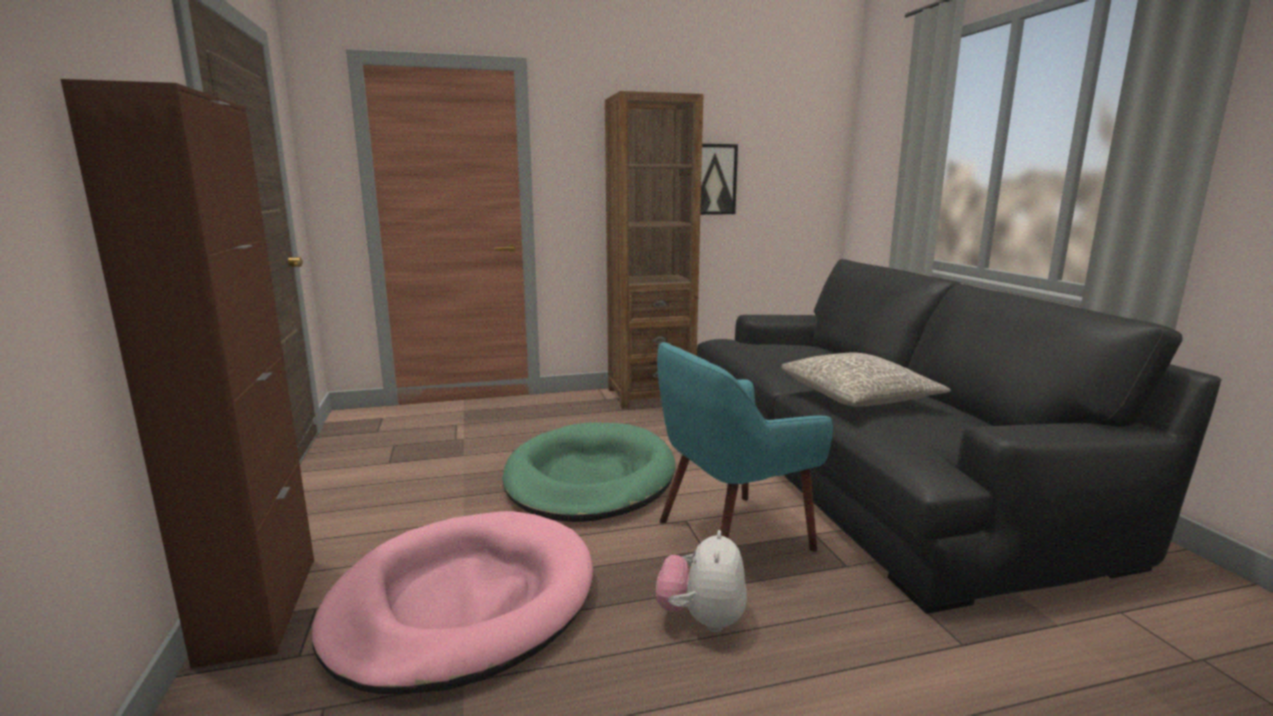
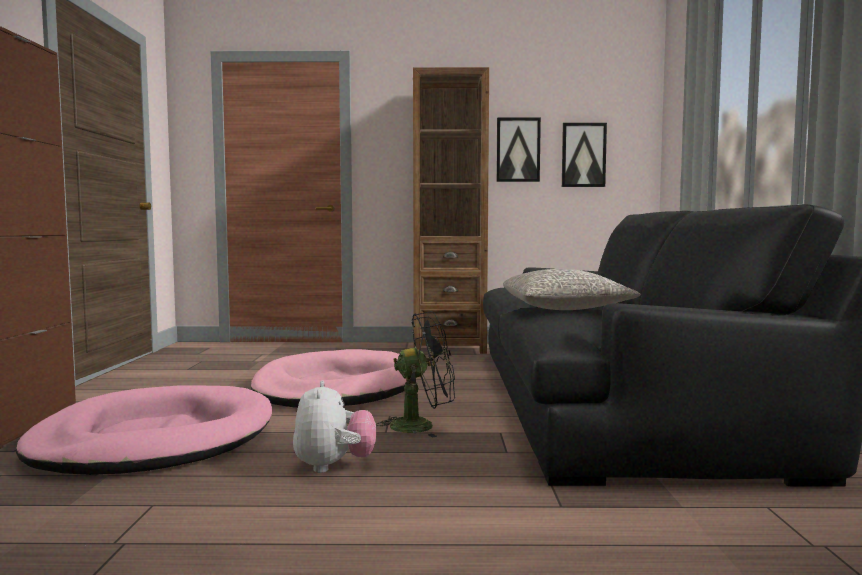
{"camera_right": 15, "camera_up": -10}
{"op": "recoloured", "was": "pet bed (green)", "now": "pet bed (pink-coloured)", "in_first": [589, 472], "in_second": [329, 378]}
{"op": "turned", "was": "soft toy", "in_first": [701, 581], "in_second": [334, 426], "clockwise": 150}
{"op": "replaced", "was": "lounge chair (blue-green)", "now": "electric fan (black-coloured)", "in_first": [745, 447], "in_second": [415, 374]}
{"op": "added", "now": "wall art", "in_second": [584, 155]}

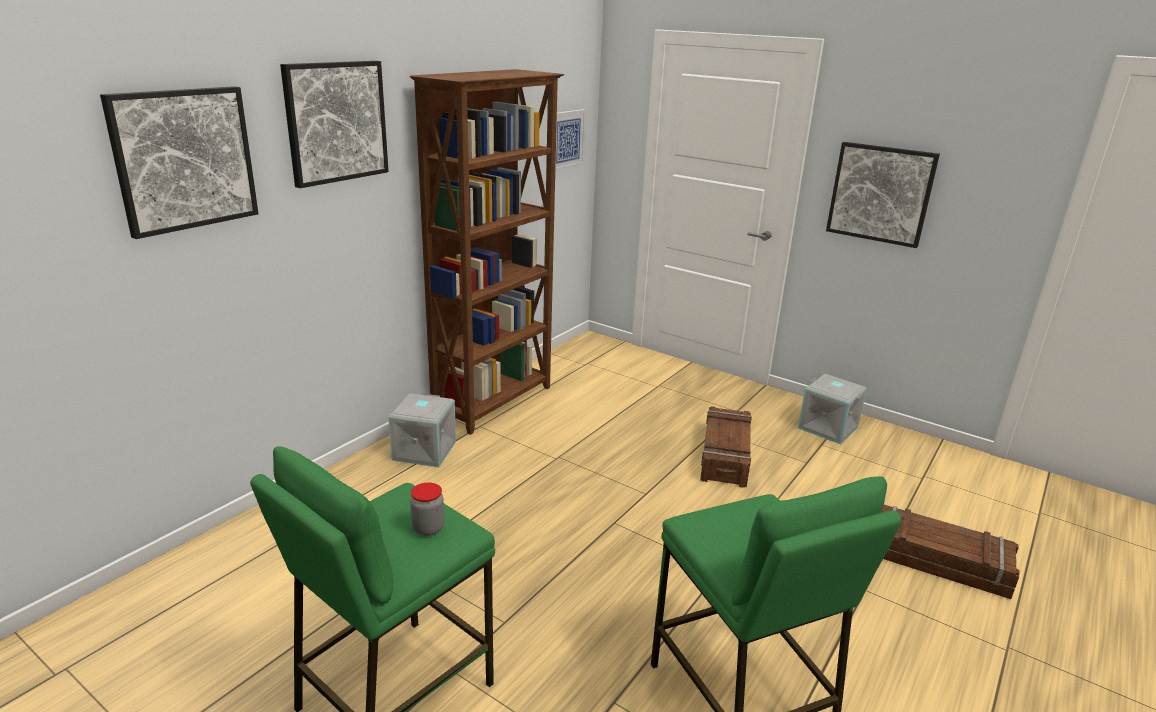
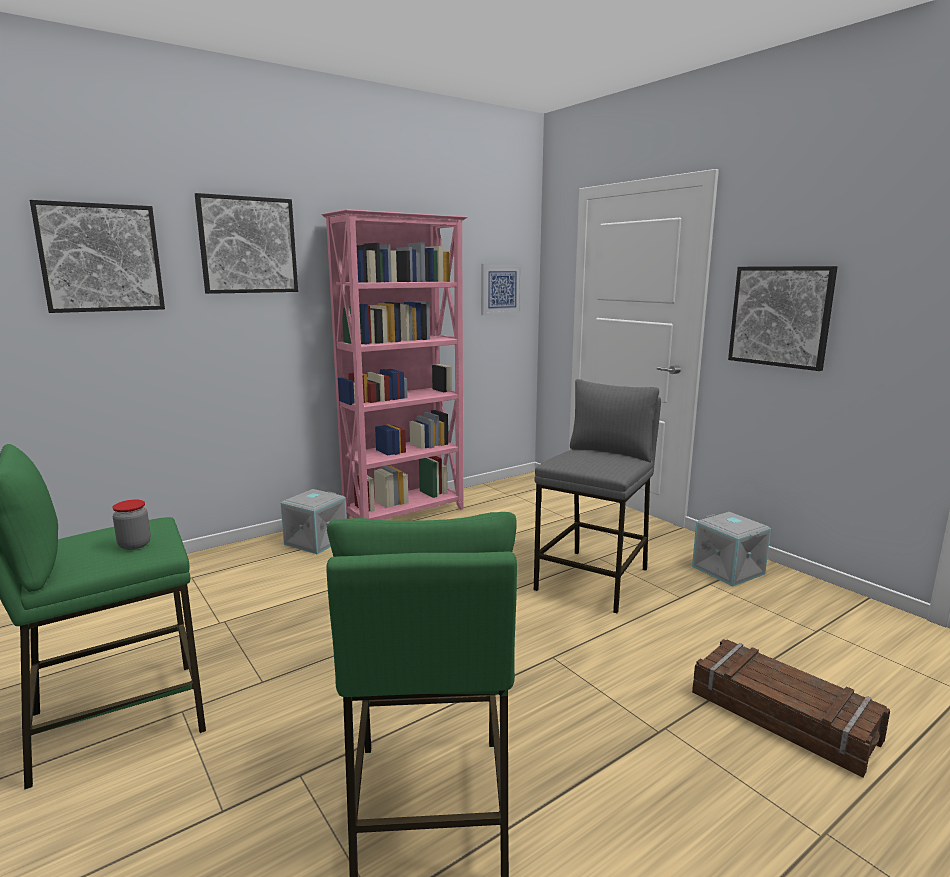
{"camera_right": 20, "camera_up": -10}
{"op": "recoloured", "was": "bookcase (brown)", "now": "bookcase (pink-coloured)", "in_first": [487, 252], "in_second": [394, 364]}
{"op": "replaced", "was": "packing crate", "now": "stool seat (gray)", "in_first": [726, 447], "in_second": [597, 496]}

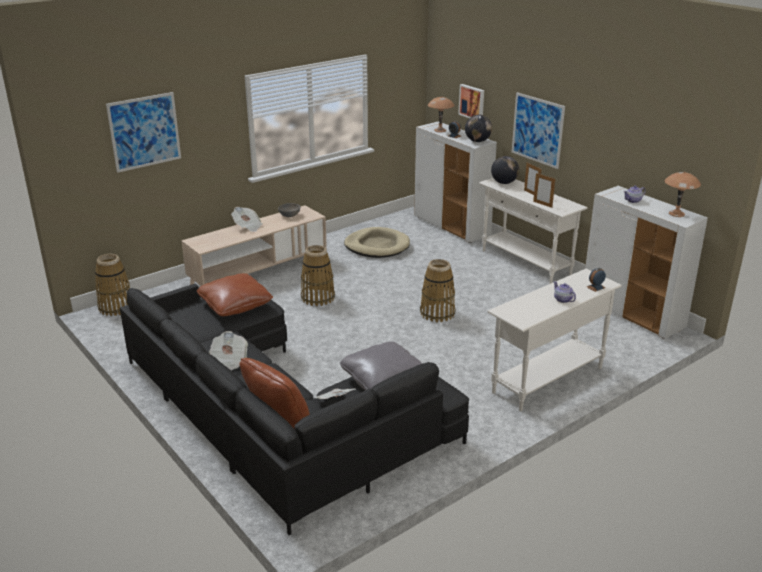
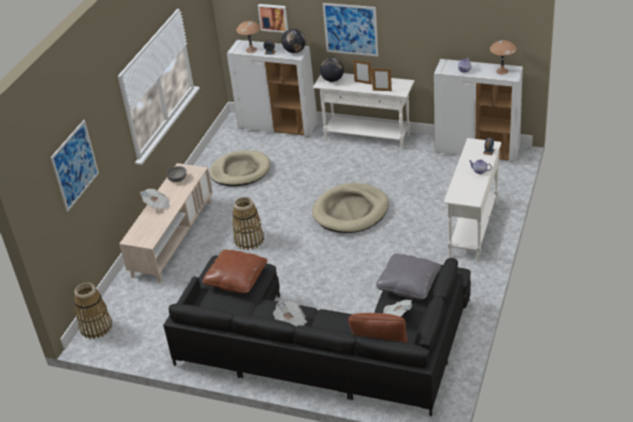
{"camera_right": -30, "camera_up": 10}
{"op": "replaced", "was": "storage basket", "now": "pet bed (beige-coloured)", "in_first": [438, 290], "in_second": [350, 208]}

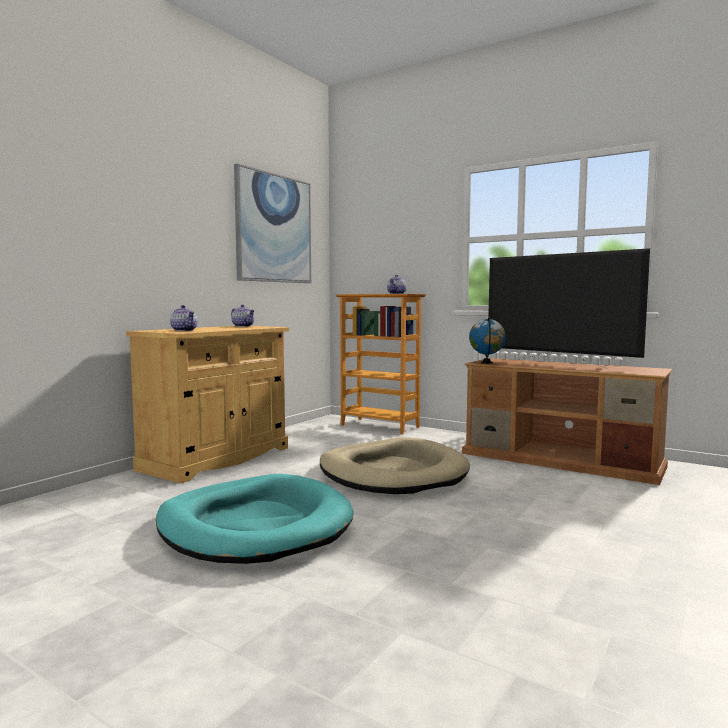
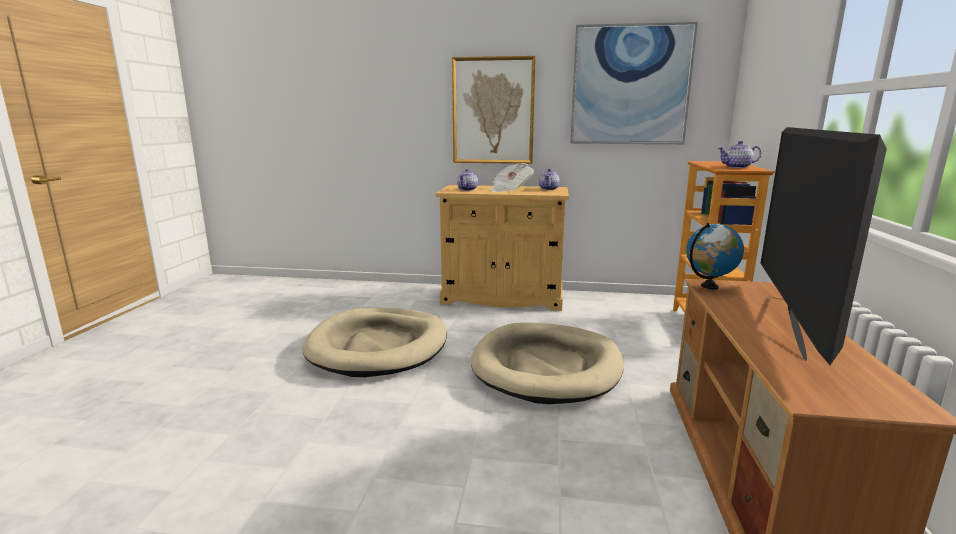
{"camera_right": 65, "camera_up": 10}
{"op": "recoloured", "was": "pet bed (blue-green)", "now": "pet bed (beige-coloured)", "in_first": [255, 519], "in_second": [374, 342]}
{"op": "added", "now": "wall art", "in_second": [494, 110]}
{"op": "added", "now": "printed paper", "in_second": [512, 177]}

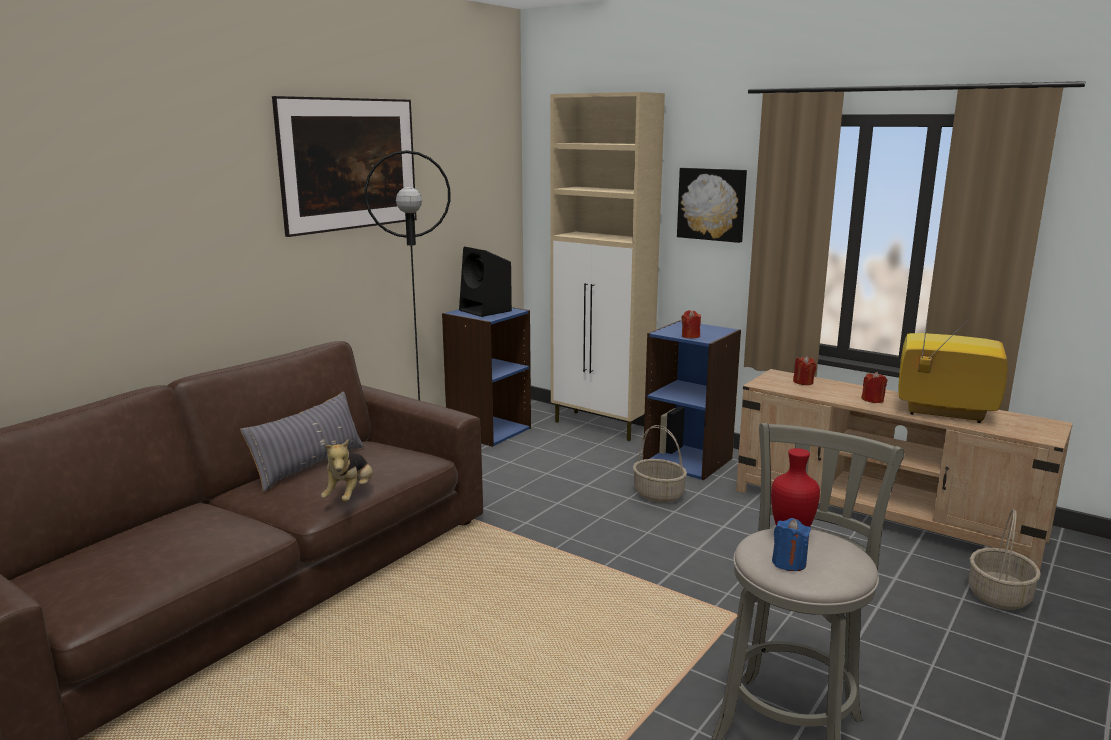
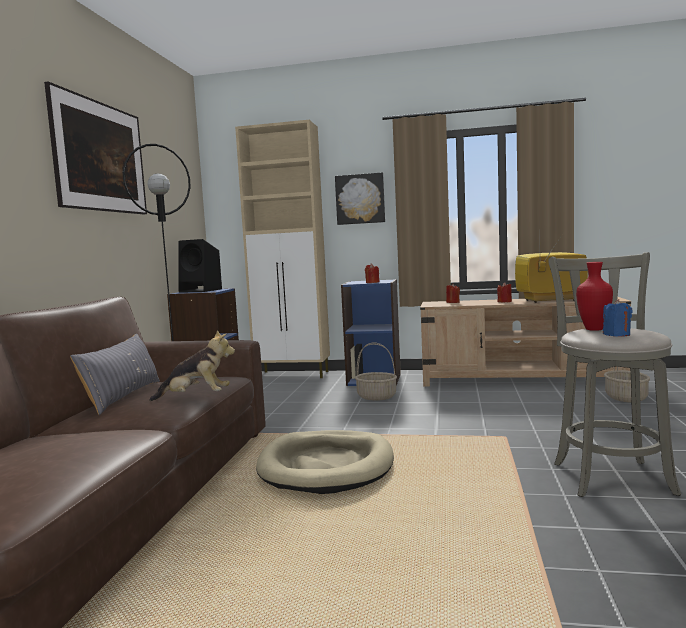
{"camera_right": -25, "camera_up": -10}
{"op": "turned", "was": "soft toy", "in_first": [347, 470], "in_second": [192, 365], "clockwise": -75}
{"op": "added", "now": "pet bed (beige-coloured)", "in_second": [325, 462]}

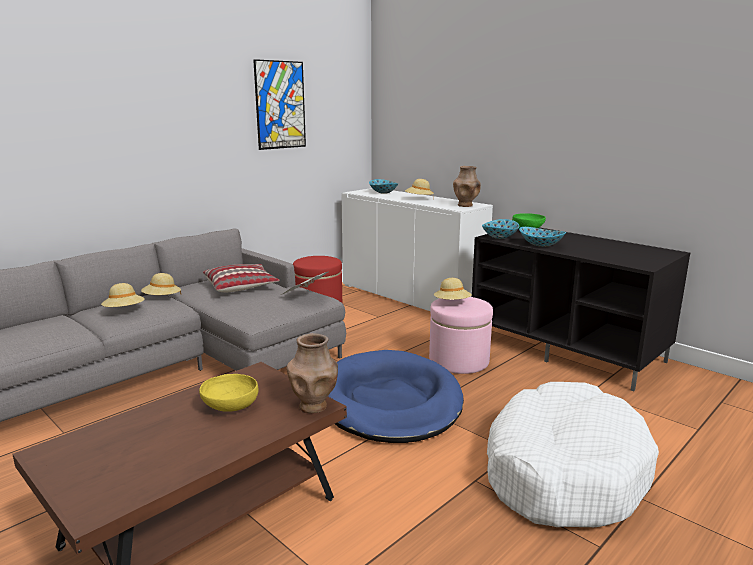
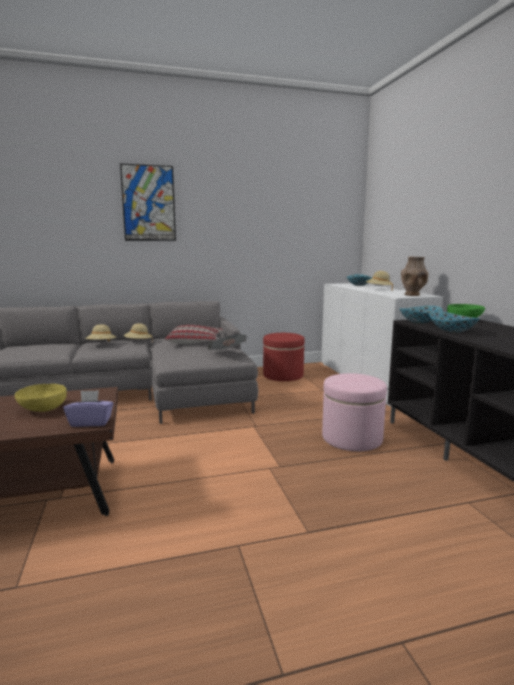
{"camera_right": 30, "camera_up": -5}
{"op": "replaced", "was": "decorative vase (brown)", "now": "box of tissues (purplish)", "in_first": [312, 373], "in_second": [88, 408]}
{"op": "moved", "was": "wall art", "in_first": [279, 104], "in_second": [148, 202]}
{"op": "removed", "was": "pet bed (blue-coloured)", "in_first": [396, 396]}
{"op": "removed", "was": "hat (beige-coloured)", "in_first": [453, 289]}
{"op": "removed", "was": "pet bed (whitish)", "in_first": [573, 454]}

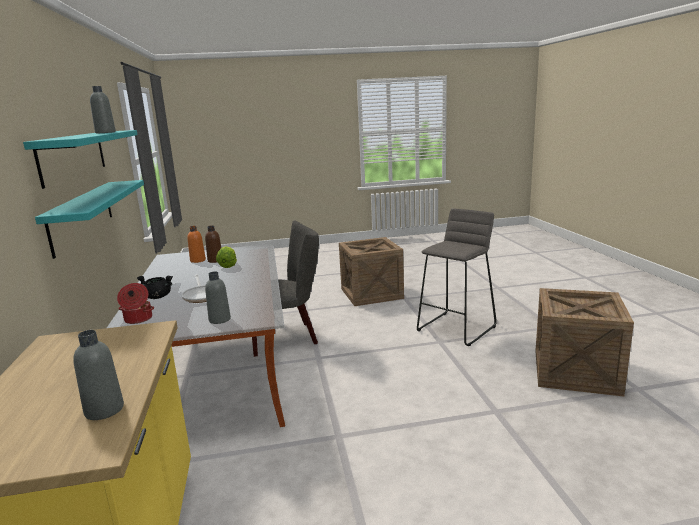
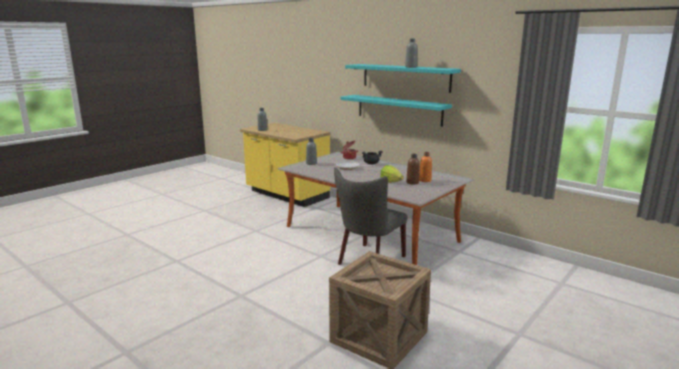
{"camera_right": 140, "camera_up": 0}
{"op": "removed", "was": "stool seat (gray)", "in_first": [457, 277]}
{"op": "removed", "was": "packing crate", "in_first": [584, 342]}

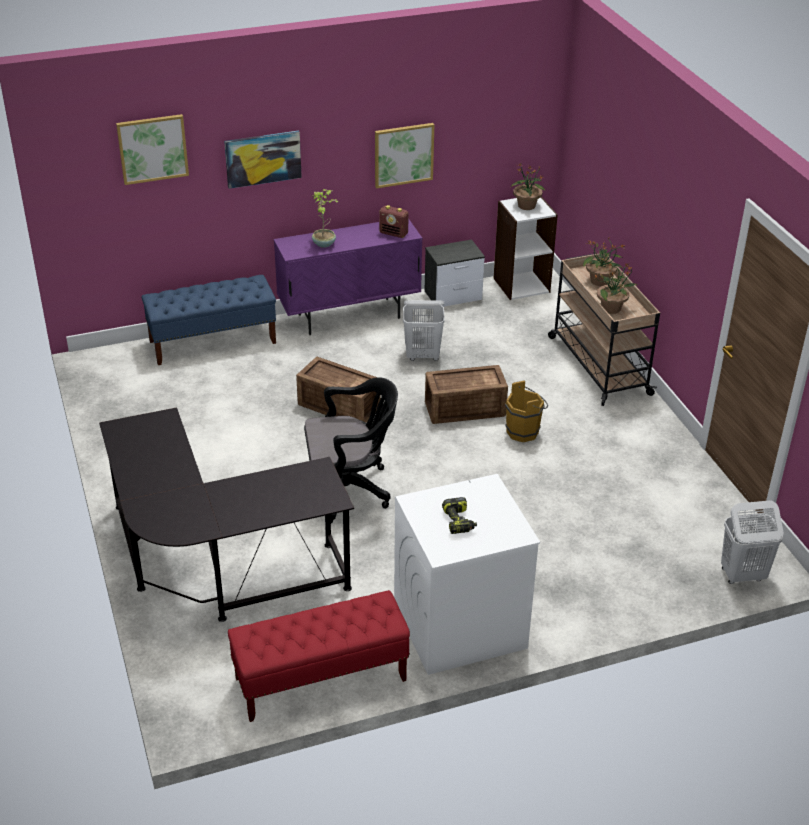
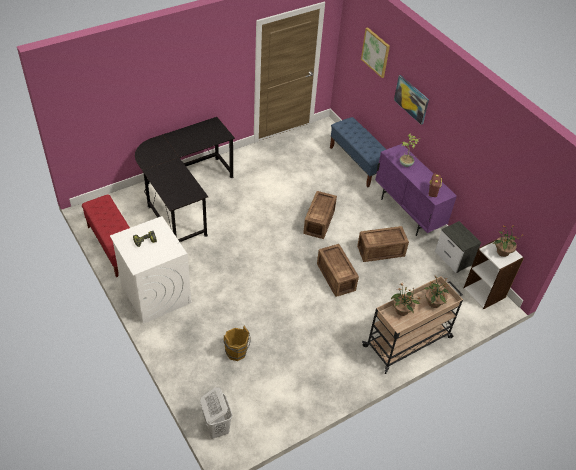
{"camera_right": 75, "camera_up": 10}
{"op": "moved", "was": "bucket (brown)", "in_first": [526, 411], "in_second": [237, 343]}
{"op": "replaced", "was": "hamper (whitish)", "now": "packing crate", "in_first": [424, 330], "in_second": [383, 244]}
{"op": "removed", "was": "computer chair (black-coloured)", "in_first": [351, 450]}
{"op": "removed", "was": "wall art", "in_first": [404, 155]}

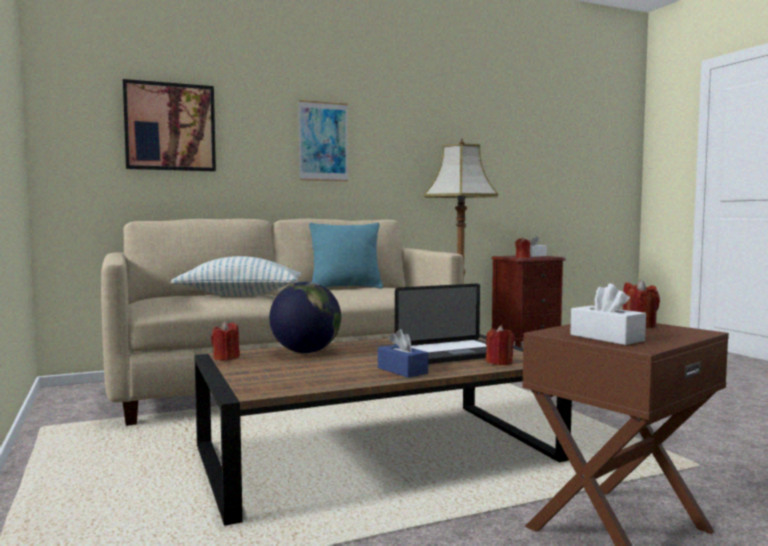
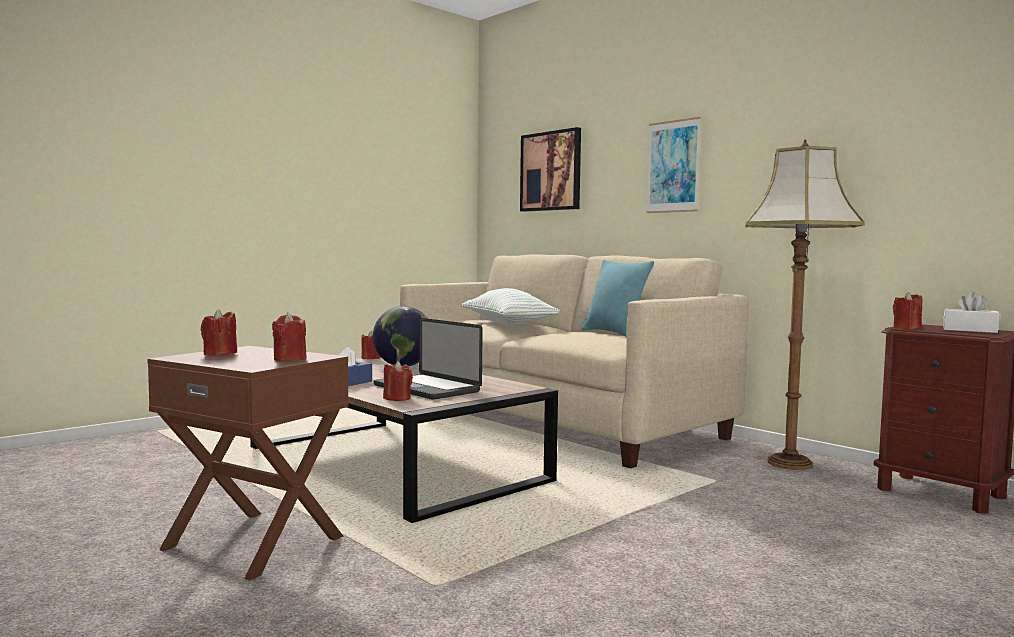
{"camera_right": 70, "camera_up": 0}
{"op": "replaced", "was": "box of tissues (whitish)", "now": "candle (reddish)", "in_first": [608, 314], "in_second": [219, 332]}

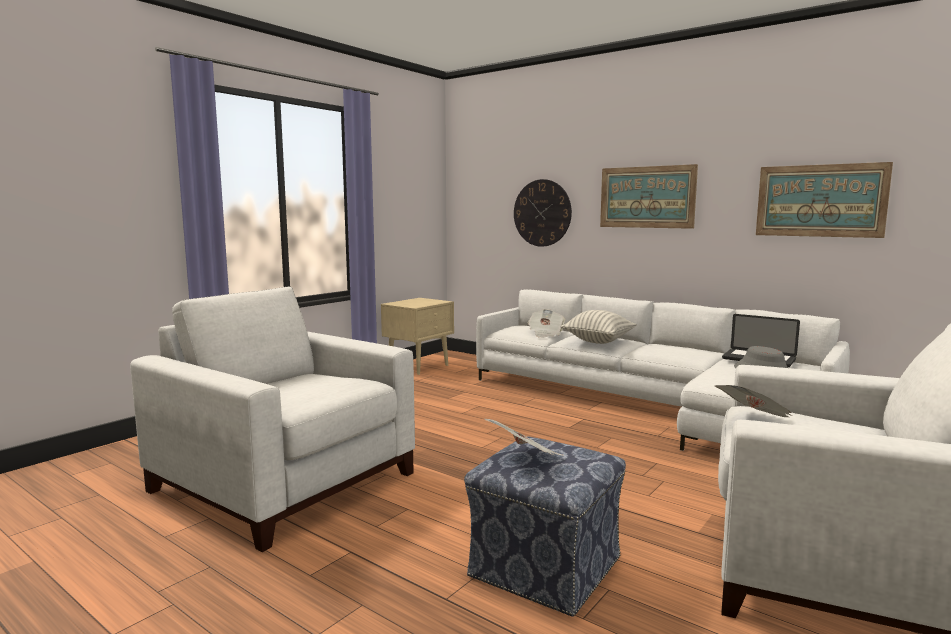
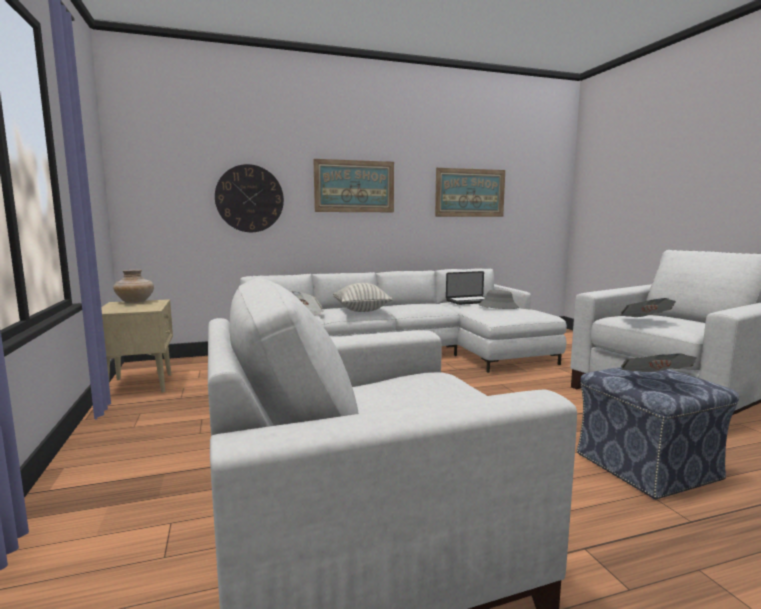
{"camera_right": -55, "camera_up": 0}
{"op": "added", "now": "decorative vase (beige-coloured)", "in_second": [133, 286]}

